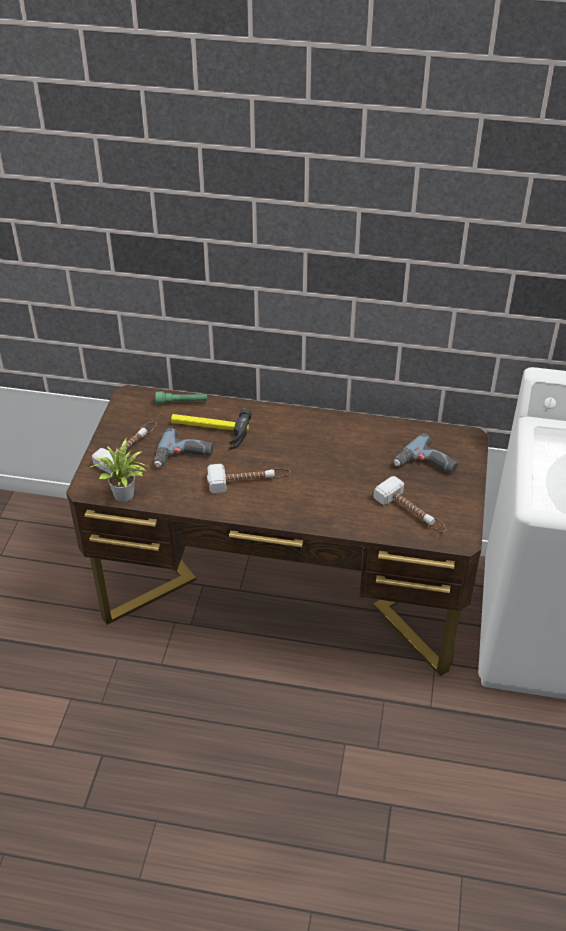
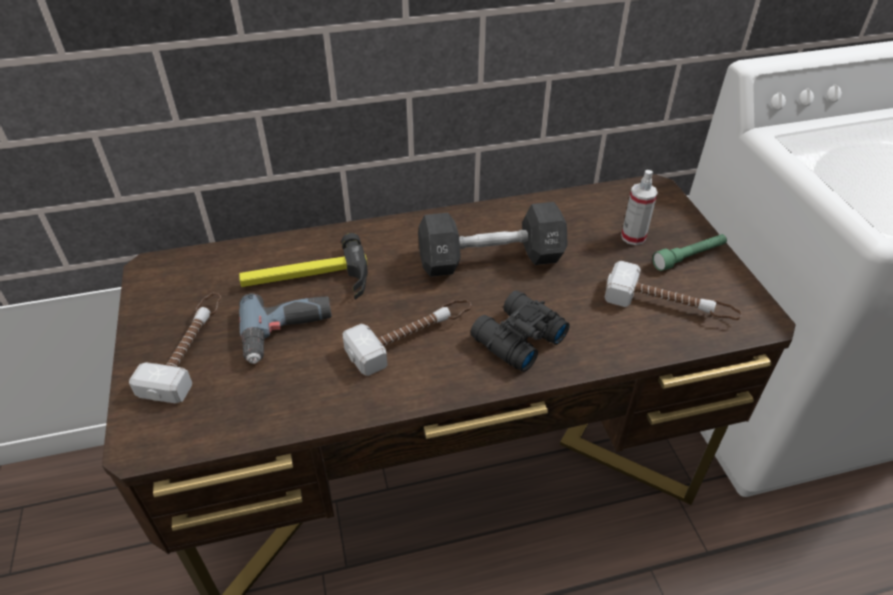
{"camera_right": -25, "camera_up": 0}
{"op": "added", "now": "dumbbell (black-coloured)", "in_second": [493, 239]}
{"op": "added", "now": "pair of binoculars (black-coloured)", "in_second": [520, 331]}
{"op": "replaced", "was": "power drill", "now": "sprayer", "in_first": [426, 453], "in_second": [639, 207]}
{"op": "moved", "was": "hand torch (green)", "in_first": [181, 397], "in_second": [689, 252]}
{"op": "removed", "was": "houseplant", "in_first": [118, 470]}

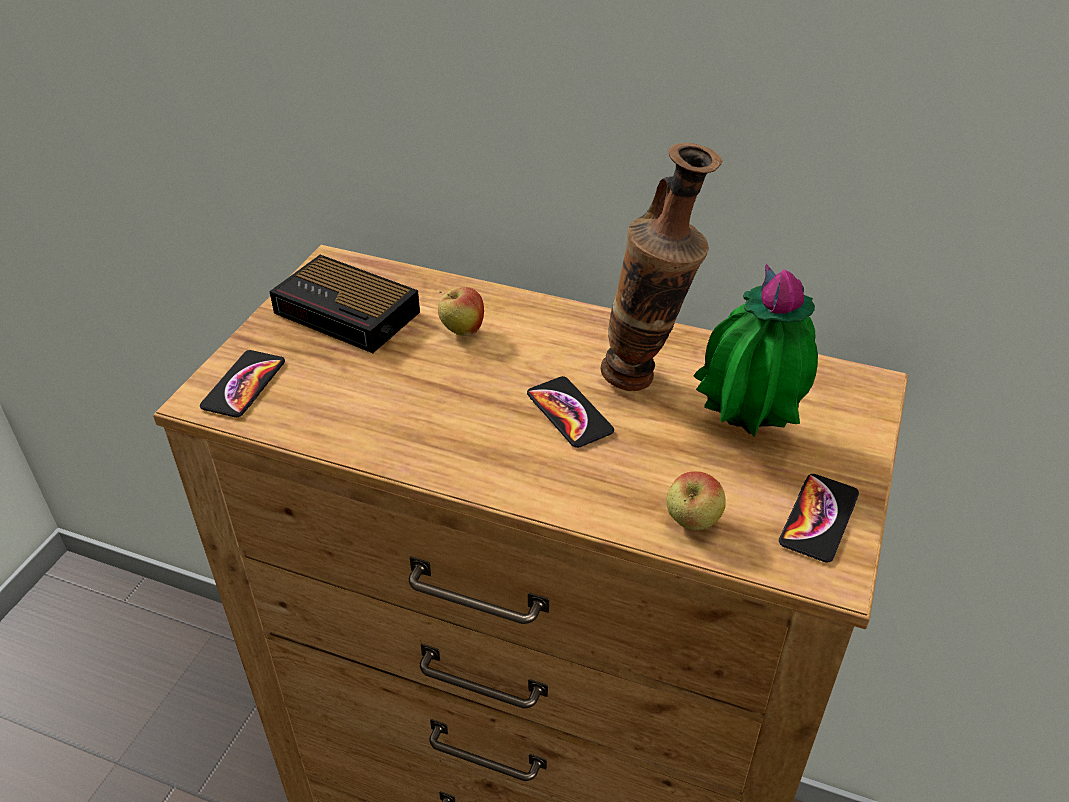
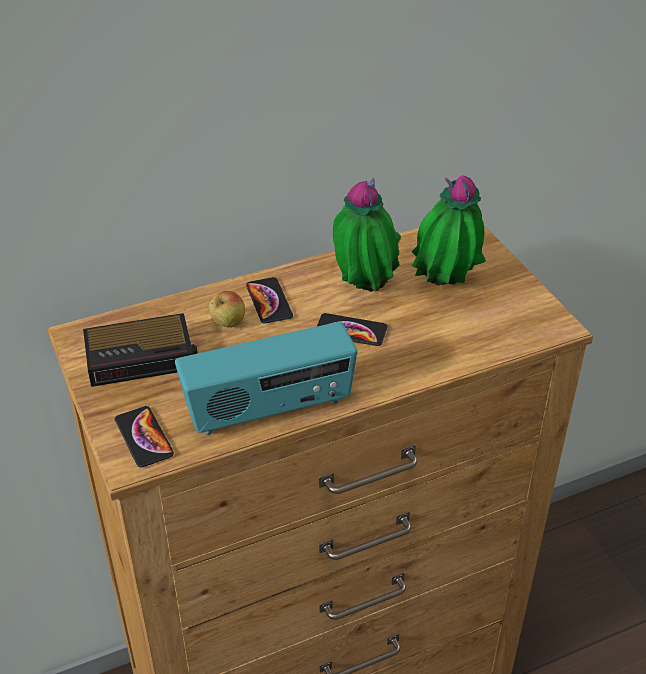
{"camera_right": -45, "camera_up": 0}
{"op": "added", "now": "radio receiver", "in_second": [266, 378]}
{"op": "moved", "was": "handset", "in_first": [819, 518], "in_second": [269, 300]}
{"op": "replaced", "was": "decorative vase", "now": "houseplant", "in_first": [661, 267], "in_second": [367, 235]}
{"op": "removed", "was": "apple fruit", "in_first": [696, 500]}

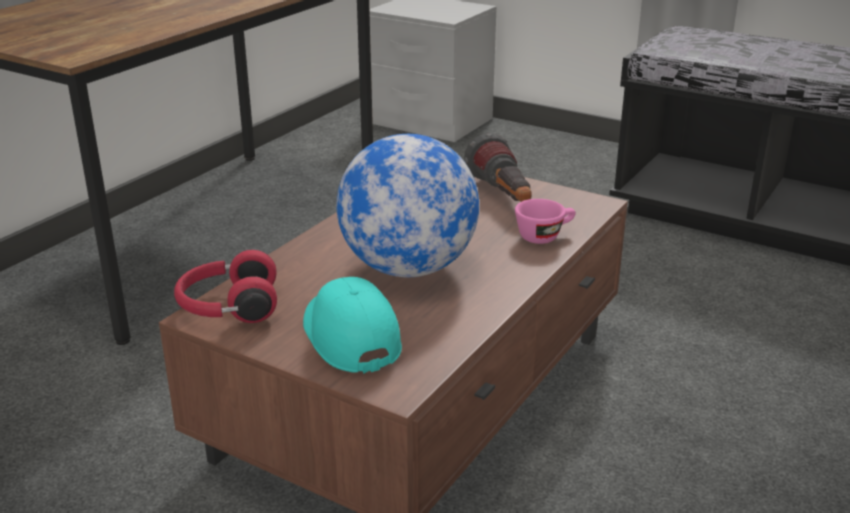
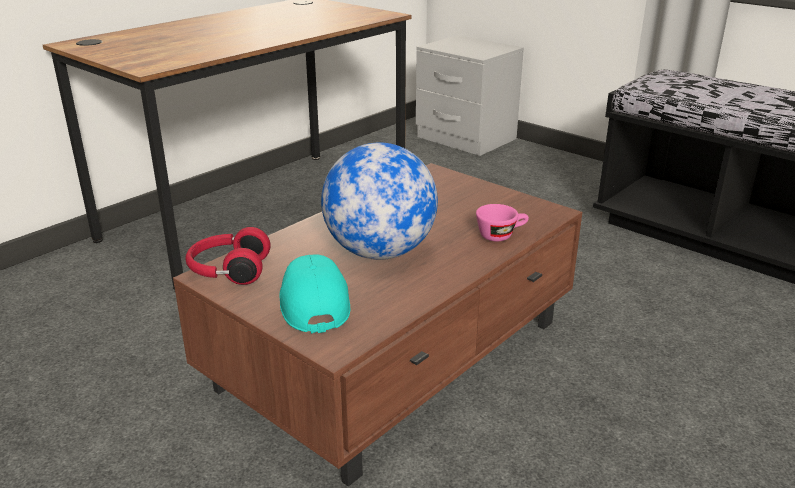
{"camera_right": 10, "camera_up": 0}
{"op": "removed", "was": "hand torch", "in_first": [498, 167]}

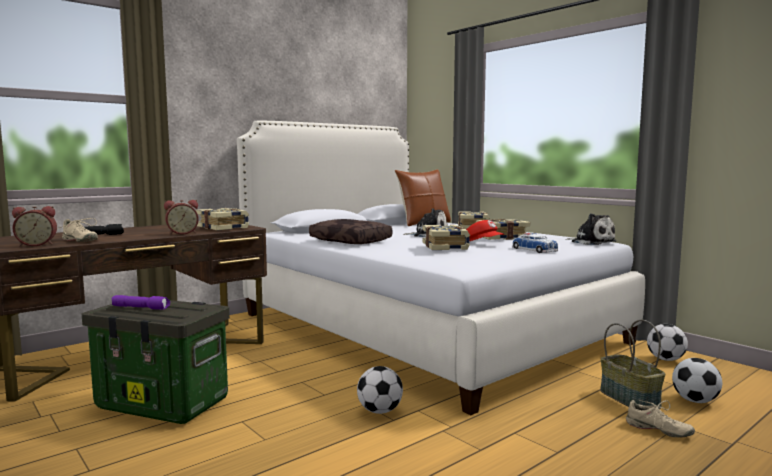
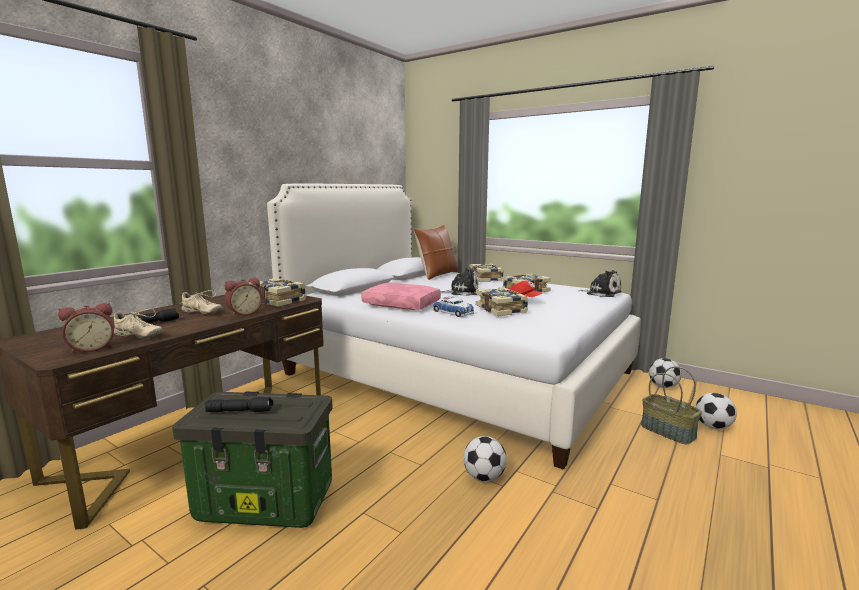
{"camera_right": -15, "camera_up": 5}
{"op": "moved", "was": "item of footwear (beige-coloured)", "in_first": [660, 418], "in_second": [201, 302]}
{"op": "recoloured", "was": "hand torch (purplish)", "now": "hand torch (black-coloured)", "in_first": [141, 302], "in_second": [239, 404]}
{"op": "recoloured", "was": "throw pillow (brown)", "now": "throw pillow (pink-coloured)", "in_first": [350, 231], "in_second": [401, 296]}
{"op": "moved", "was": "miniature car", "in_first": [535, 243], "in_second": [453, 306]}

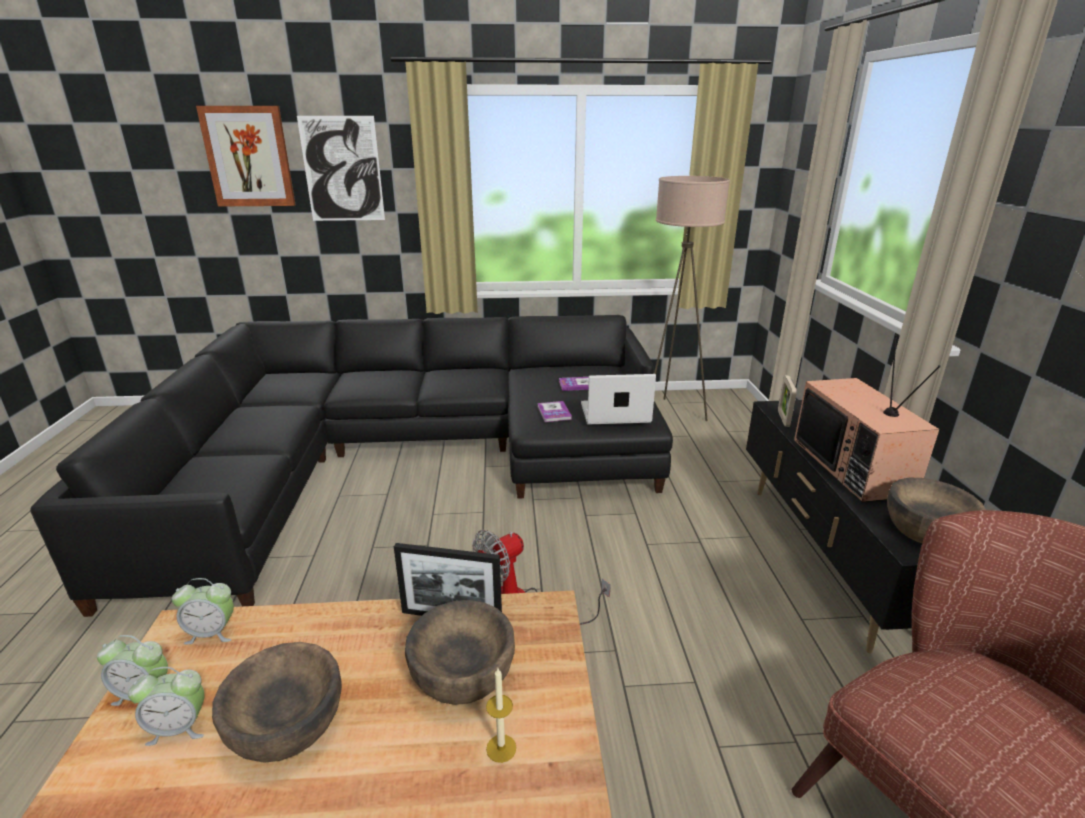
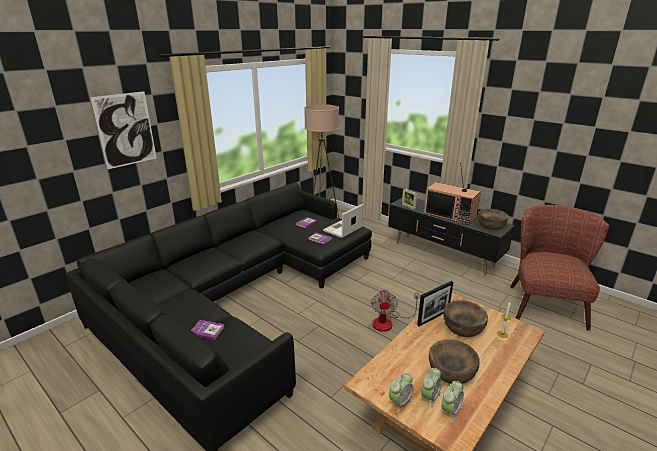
{"camera_right": -45, "camera_up": 0}
{"op": "added", "now": "book", "in_second": [207, 330]}
{"op": "moved", "was": "table clock", "in_first": [203, 611], "in_second": [452, 402]}
{"op": "removed", "was": "wall art", "in_first": [246, 156]}

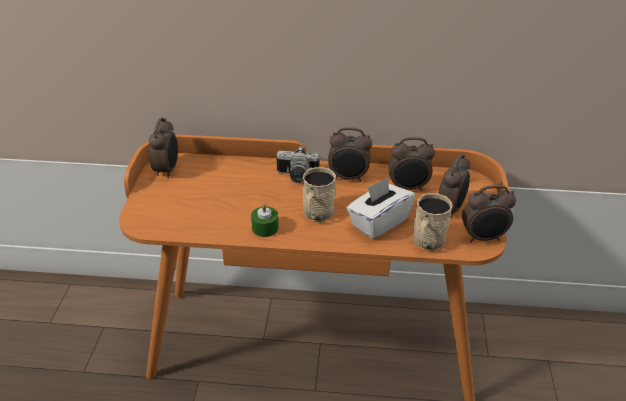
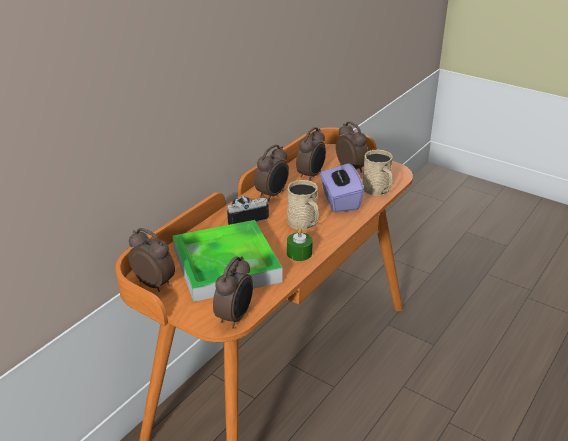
{"camera_right": -60, "camera_up": -5}
{"op": "added", "now": "carrying tray", "in_second": [227, 261]}
{"op": "moved", "was": "table clock", "in_first": [489, 214], "in_second": [233, 292]}
{"op": "turned", "was": "still camera", "in_first": [298, 164], "in_second": [248, 210], "clockwise": -150}
{"op": "recoloured", "was": "box of tissues (whitish)", "now": "box of tissues (purplish)", "in_first": [381, 208], "in_second": [342, 187]}

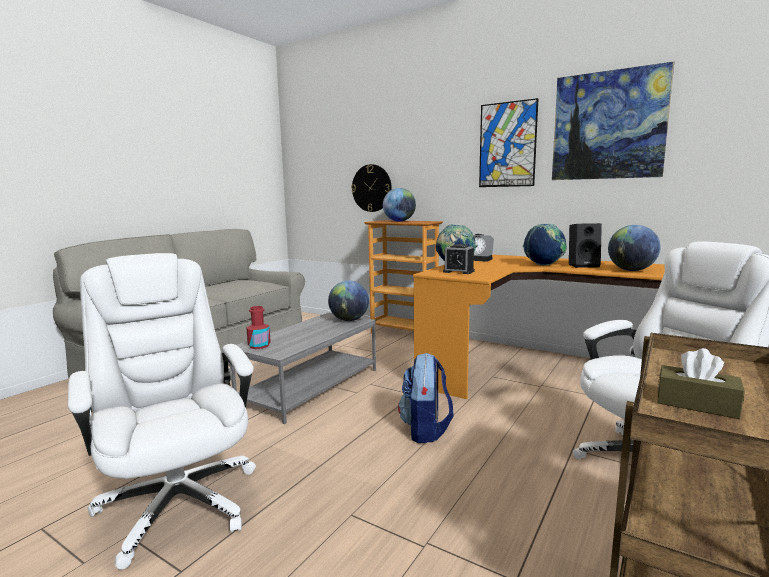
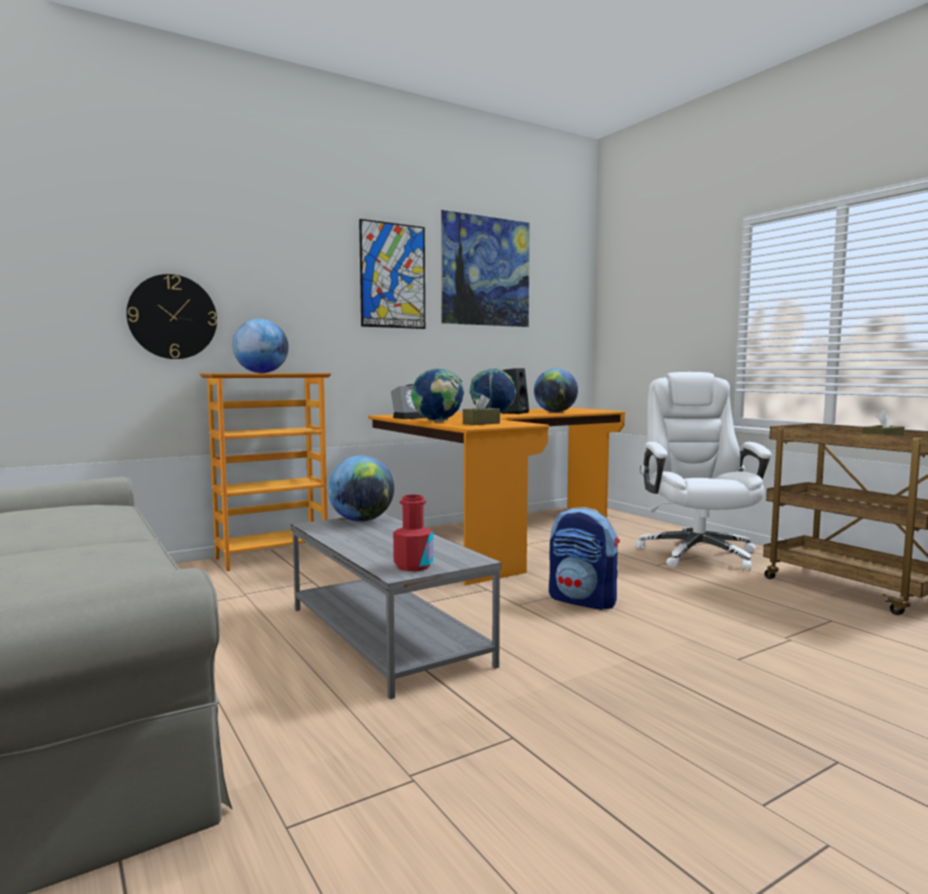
{"camera_right": -65, "camera_up": -5}
{"op": "replaced", "was": "table clock", "now": "box of tissues (brown)", "in_first": [459, 259], "in_second": [481, 409]}
{"op": "removed", "was": "computer chair (whitish)", "in_first": [162, 411]}

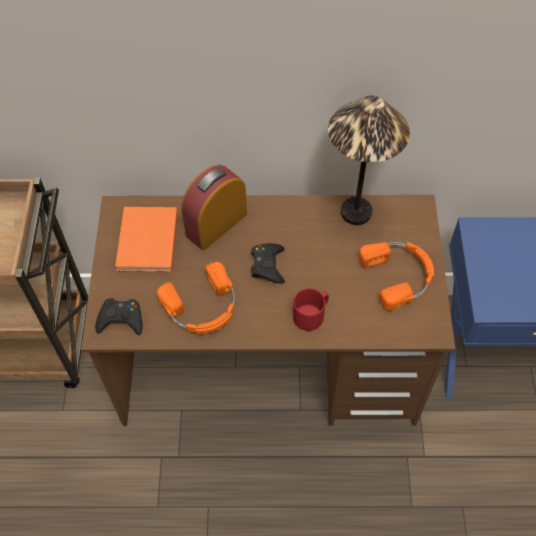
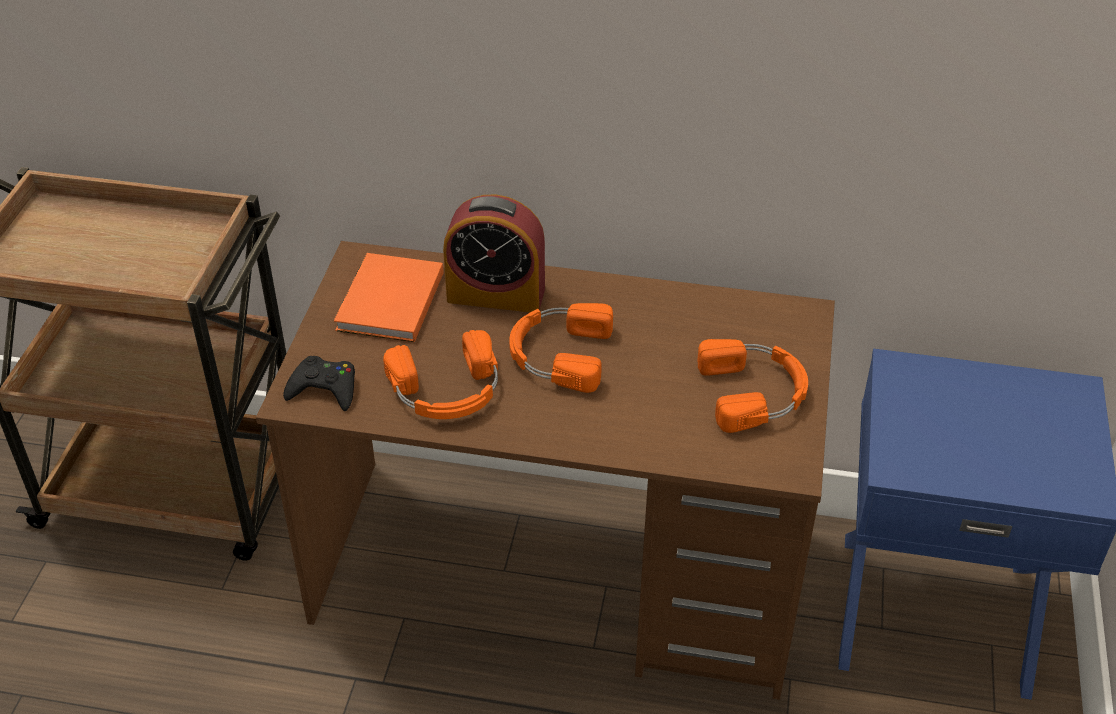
{"camera_right": 10, "camera_up": -15}
{"op": "turned", "was": "table clock", "in_first": [214, 208], "in_second": [494, 253], "clockwise": -135}
{"op": "replaced", "was": "joypad (black-coloured)", "now": "headset (orange)", "in_first": [268, 263], "in_second": [561, 348]}
{"op": "removed", "was": "tea mug (reddish)", "in_first": [311, 309]}
{"op": "removed", "was": "lamp for a table", "in_first": [369, 160]}

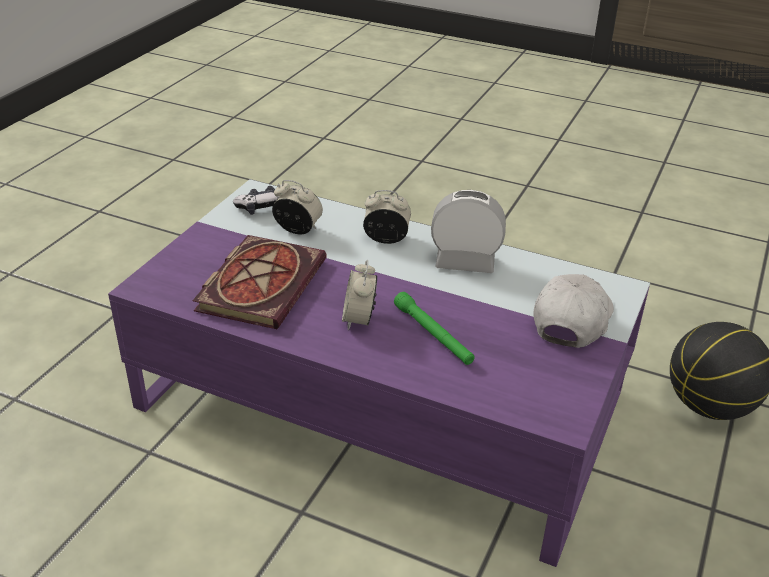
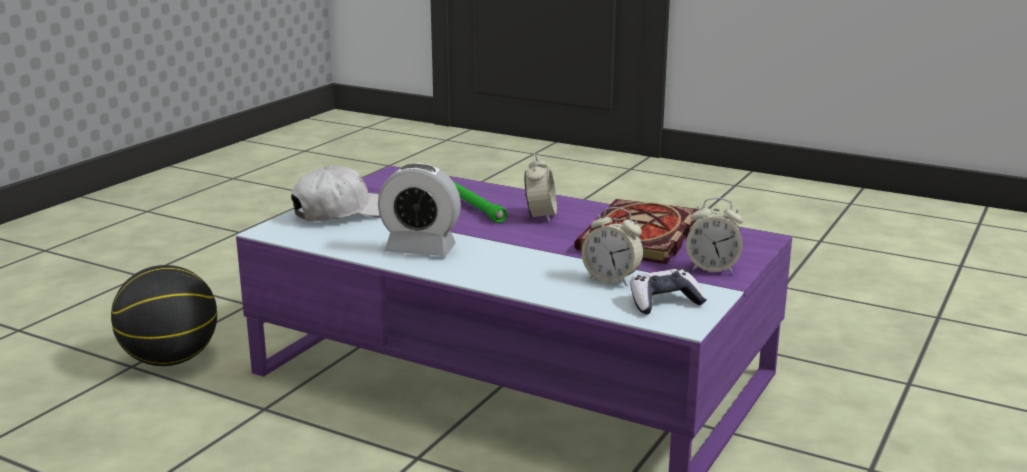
{"camera_right": -175, "camera_up": -15}
{"op": "turned", "was": "peaked cap (whitish)", "in_first": [574, 311], "in_second": [335, 193], "clockwise": -150}
{"op": "moved", "was": "table clock", "in_first": [387, 217], "in_second": [714, 235]}

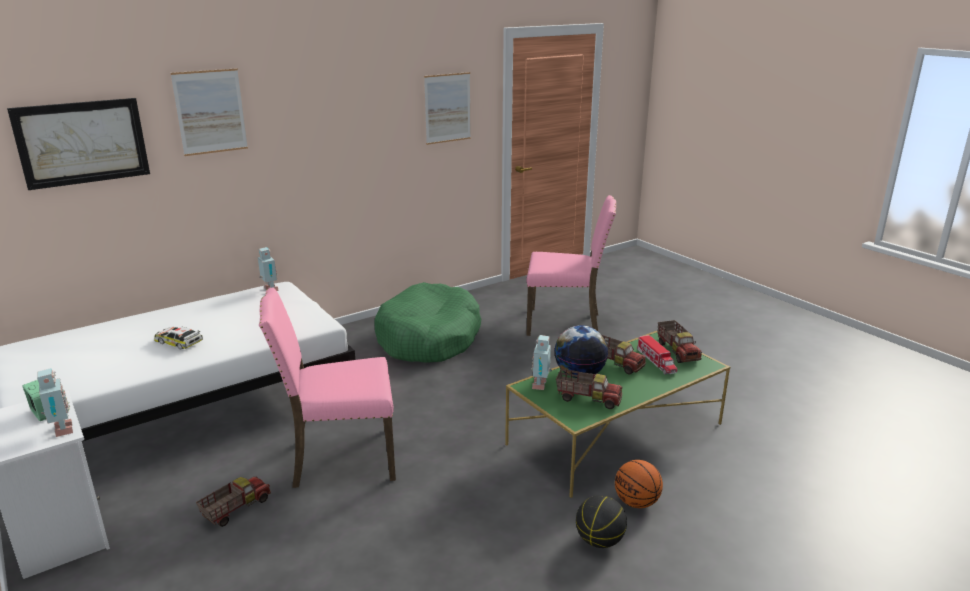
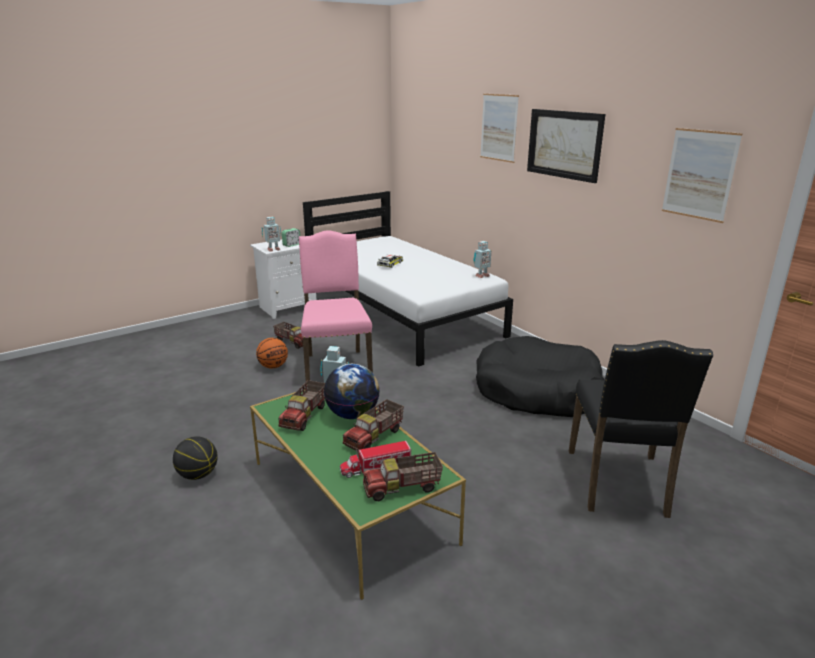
{"camera_right": 90, "camera_up": 0}
{"op": "moved", "was": "ball for basketball", "in_first": [639, 484], "in_second": [272, 353]}
{"op": "recoloured", "was": "pet bed (green)", "now": "pet bed (black-coloured)", "in_first": [427, 322], "in_second": [540, 376]}
{"op": "moved", "was": "wall art", "in_first": [78, 144], "in_second": [566, 146]}
{"op": "recoloured", "was": "plain chair (pink-coloured)", "now": "plain chair (black-coloured)", "in_first": [571, 265], "in_second": [641, 429]}

